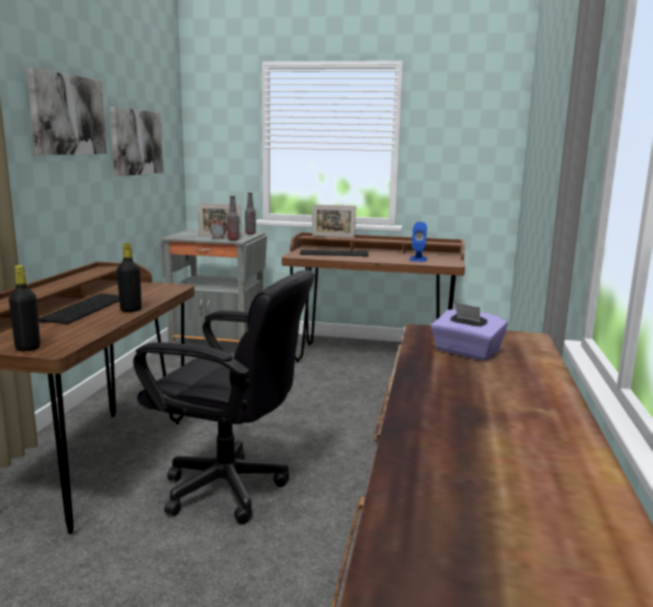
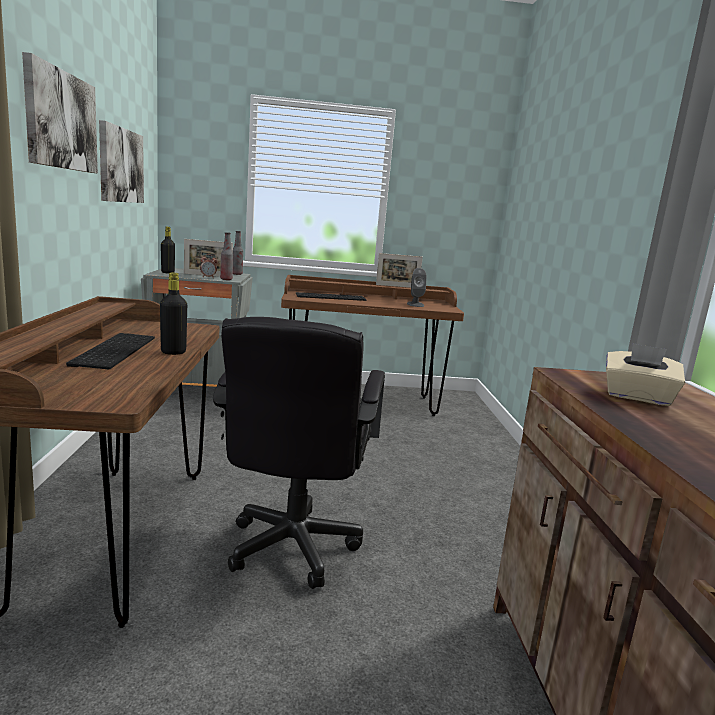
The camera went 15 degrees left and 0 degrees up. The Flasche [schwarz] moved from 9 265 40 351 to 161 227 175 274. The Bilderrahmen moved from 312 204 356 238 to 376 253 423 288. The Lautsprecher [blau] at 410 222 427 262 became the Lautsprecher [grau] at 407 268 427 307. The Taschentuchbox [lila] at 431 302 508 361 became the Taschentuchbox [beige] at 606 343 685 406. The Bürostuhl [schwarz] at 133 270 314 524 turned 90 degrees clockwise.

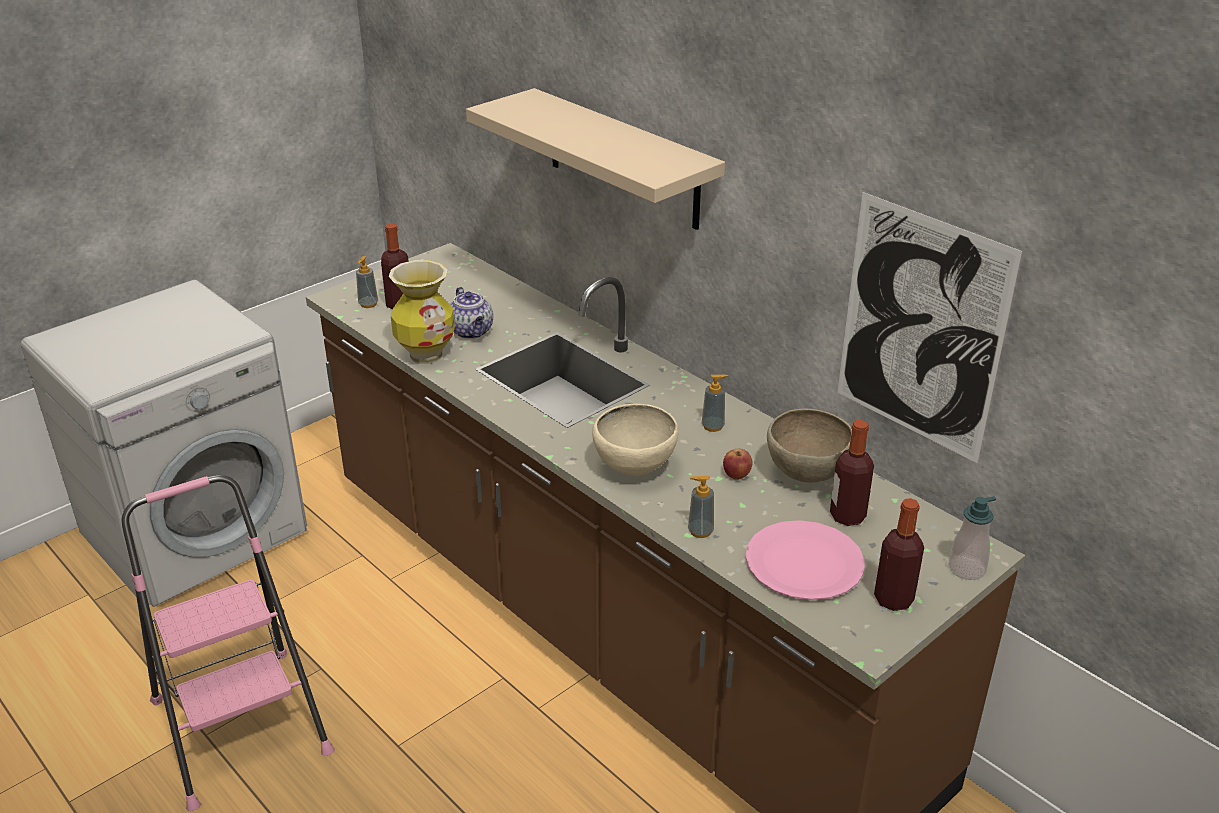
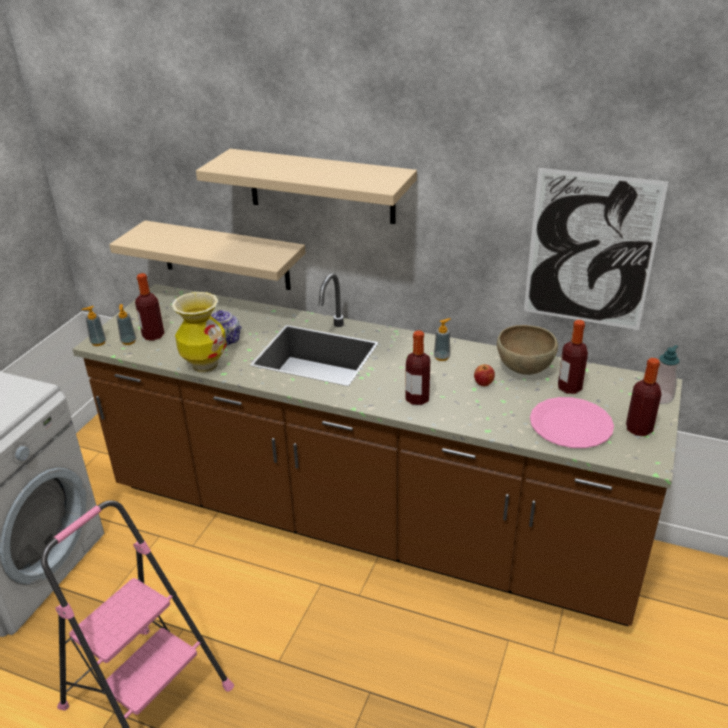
The camera went 25 degrees left and 0 degrees up. The Wandregal [beige] at 109 220 305 290 appeared. The Seifenspender moved from 688 476 714 538 to 81 306 106 346. The Schüssel [beige] at 592 404 679 476 was replaced by the Flasche at 405 330 430 405.

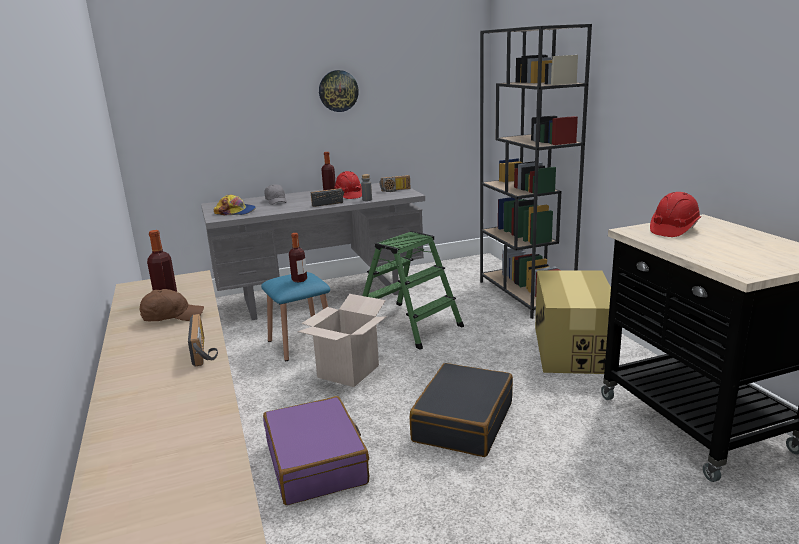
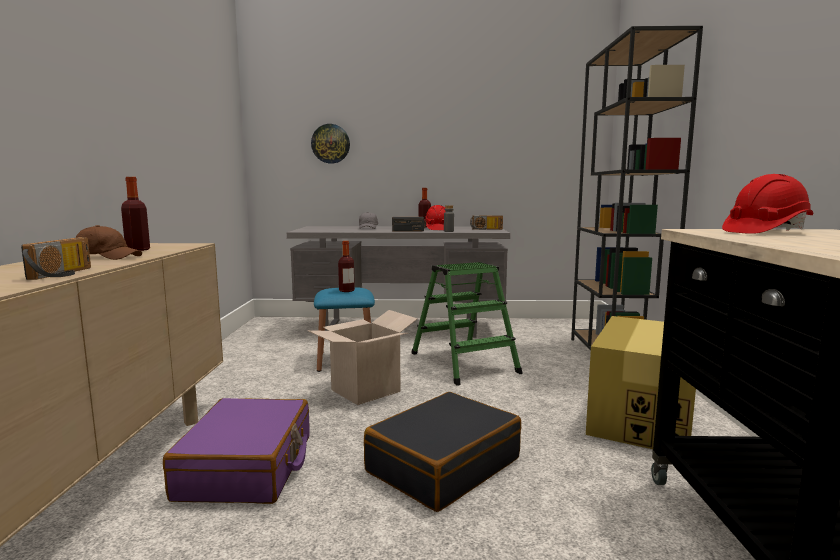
The camera went 20 degrees right and 10 degrees down. The Kappe at 214 194 256 215 disappeared. The Wanduhr moved from 319 70 359 112 to 311 124 350 164.

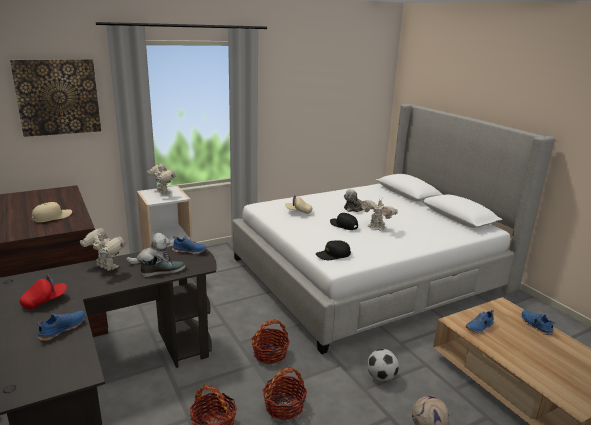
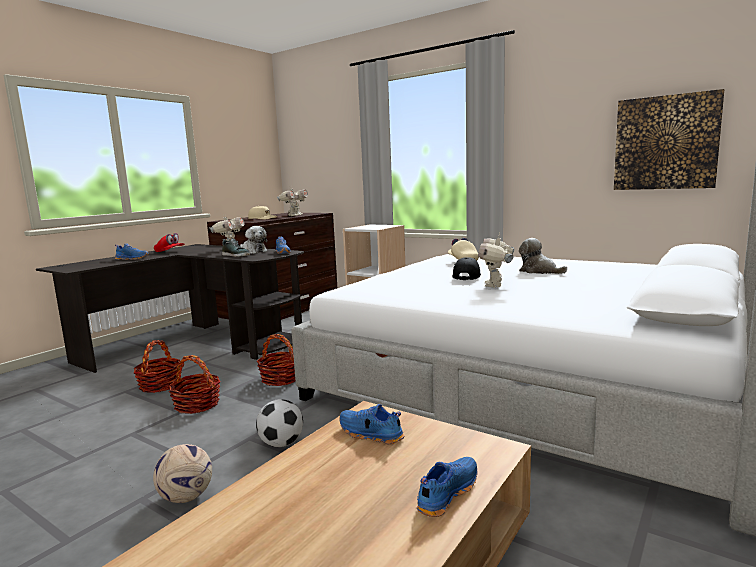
The camera went 65 degrees right and 10 degrees down. The Kappe [schwarz] at 316 240 351 260 disappeared. The Bild moved from 10 59 101 137 to 614 89 724 190. The Spielzeugroboter moved from 147 164 176 195 to 277 188 308 216.

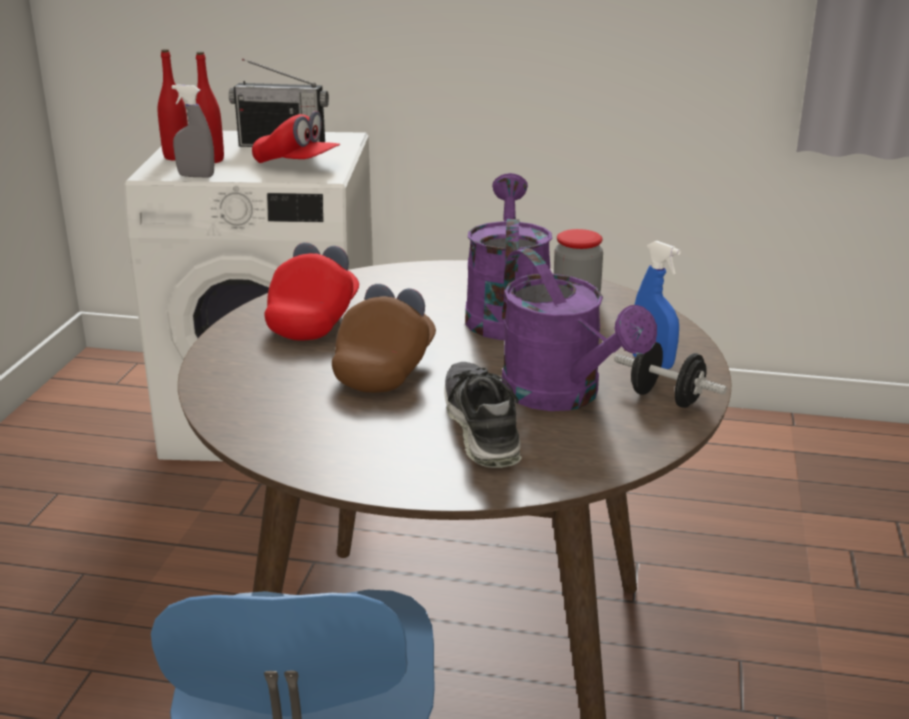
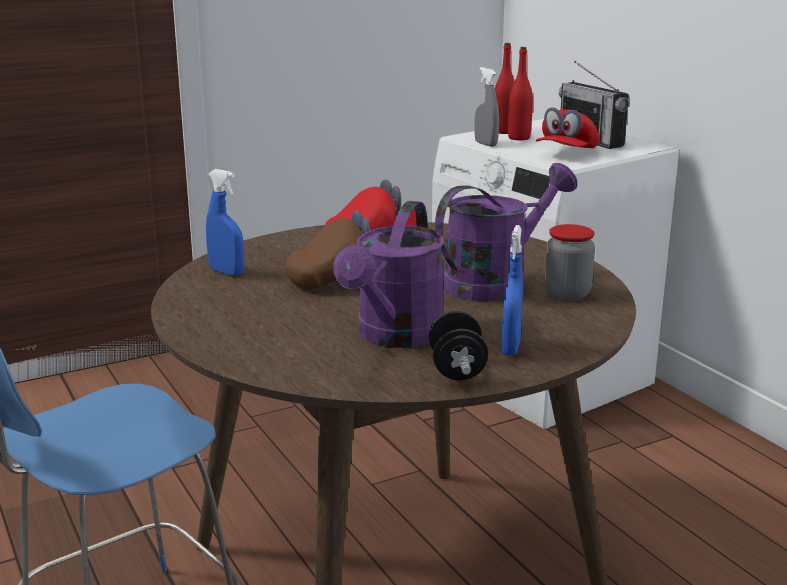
The camera went 50 degrees right and 5 degrees down. The Schuh at 444 362 522 468 disappeared. The Sprühflasche [blau] at 206 169 244 276 appeared. The Kappe [rot] at 252 111 340 163 turned 45 degrees clockwise.

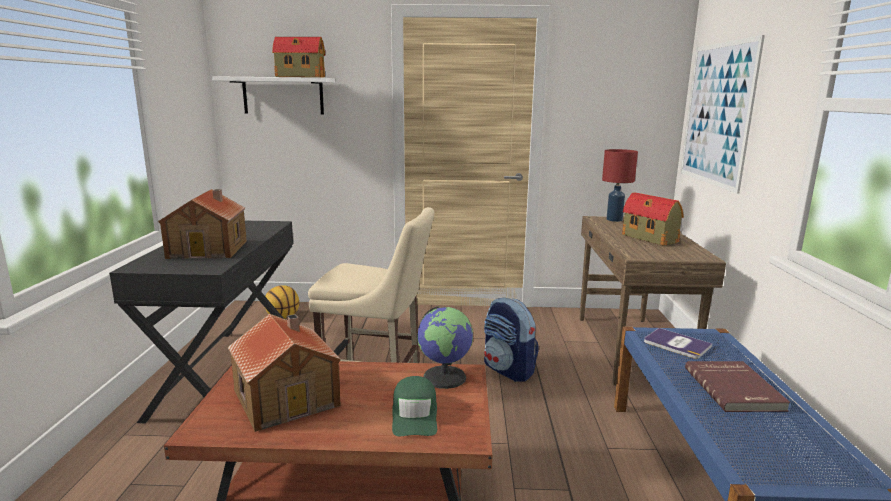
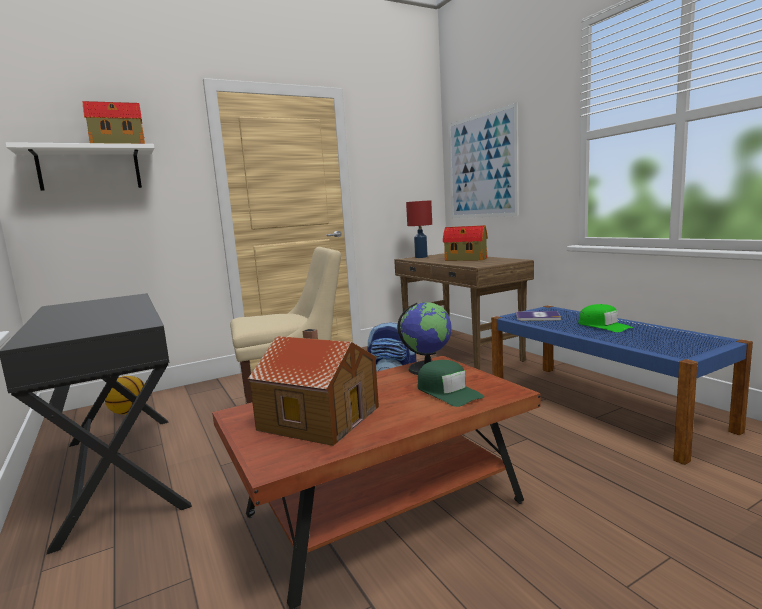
The camera went 30 degrees left and 5 degrees down. The Spielzeughaus at 158 189 247 259 disappeared. The Buch [rot] at 685 361 790 412 was replaced by the Kappe [grün] at 578 304 633 332.

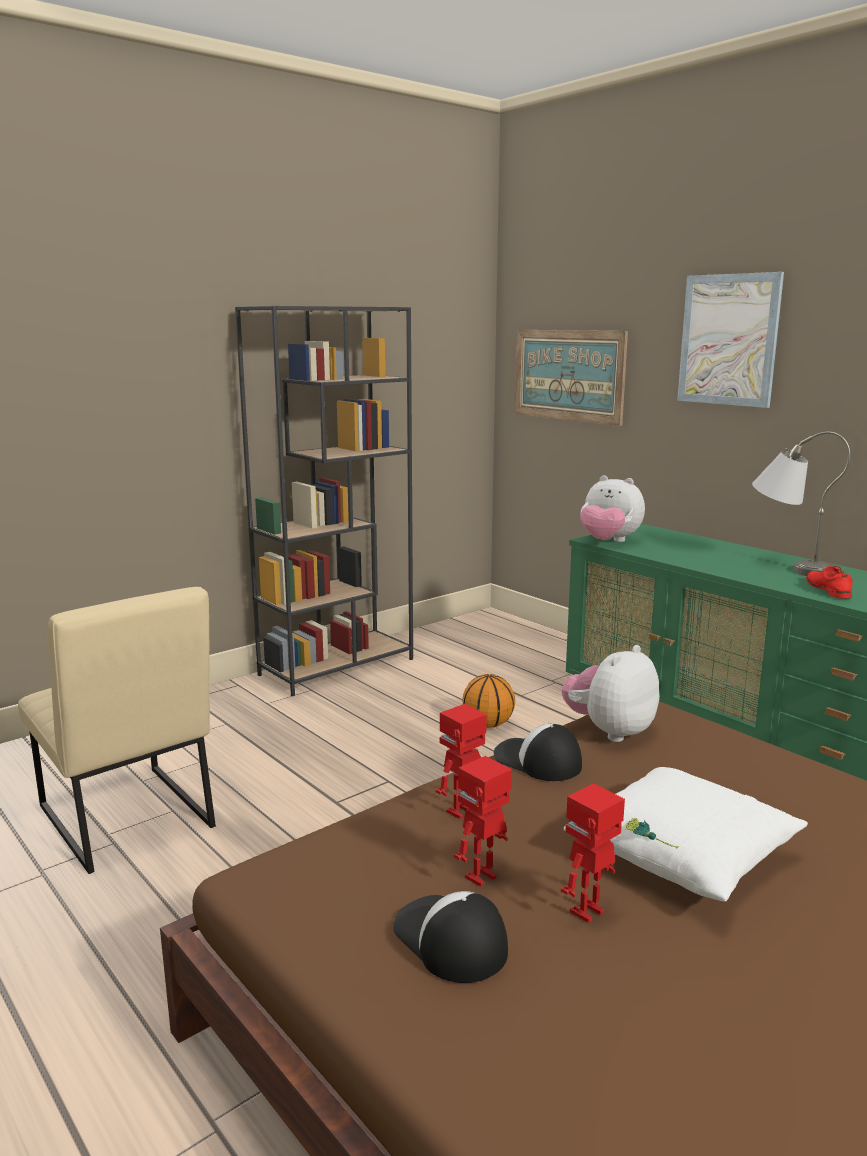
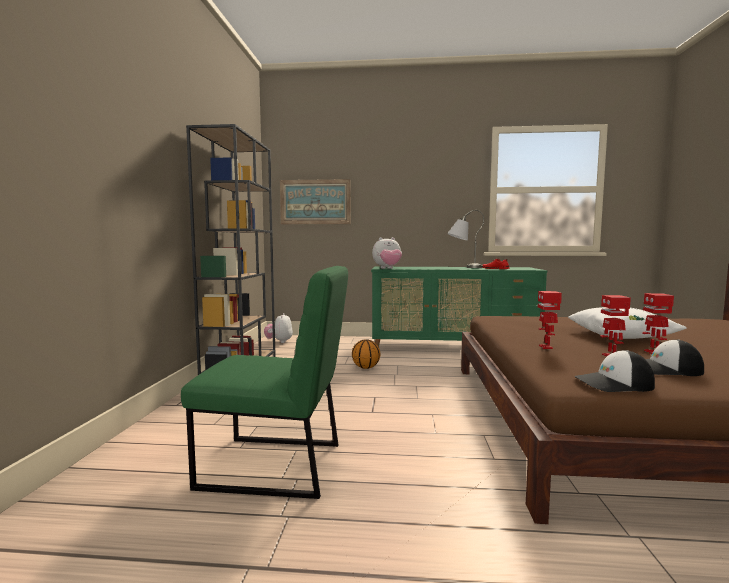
The camera went 45 degrees left and 10 degrees down. The Bild at 677 272 784 408 disappeared. The Kappe moved from 494 724 582 781 to 575 350 655 392. The Plüschtier moved from 562 645 659 742 to 264 313 293 343. The Stuhl [beige] at 18 587 216 874 became the Stuhl [grün] at 181 266 348 499.

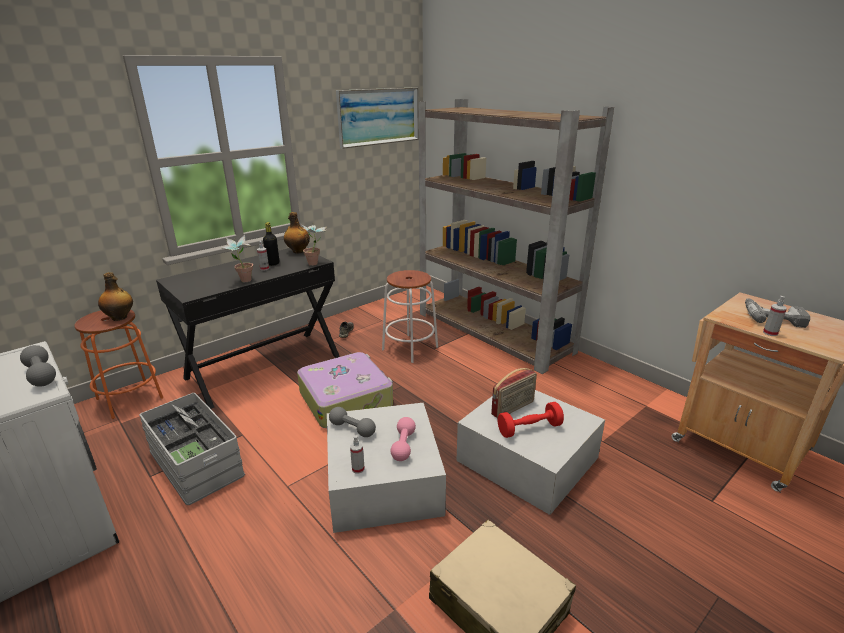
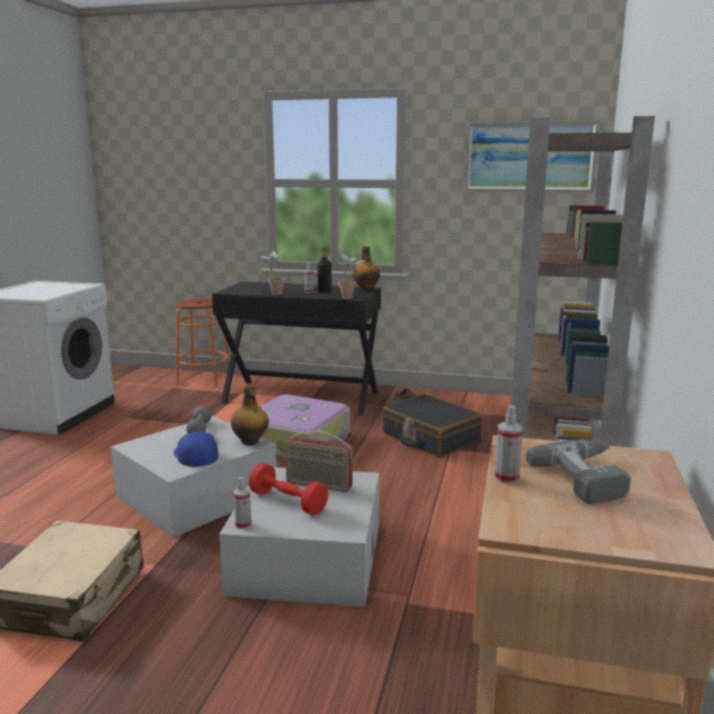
The camera went 55 degrees right and 10 degrees down. The Hantel [grau] at 20 345 56 387 disappeared. The Aufbewahrungsbox [grau] at 139 393 245 505 disappeared. The Flasche moved from 98 272 133 321 to 231 384 269 445. The Sprühflasche moved from 350 435 365 474 to 233 477 252 529. The Hocker [weiß] at 382 270 438 363 was replaced by the Koffer [schwarz] at 382 394 483 458. The Hantel [rosa] at 391 417 416 461 was replaced by the Kappe [blau] at 174 432 219 467.

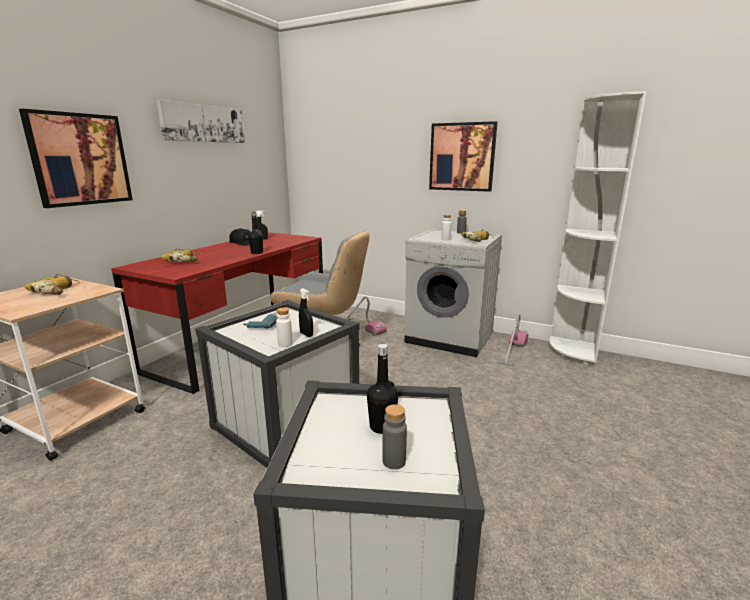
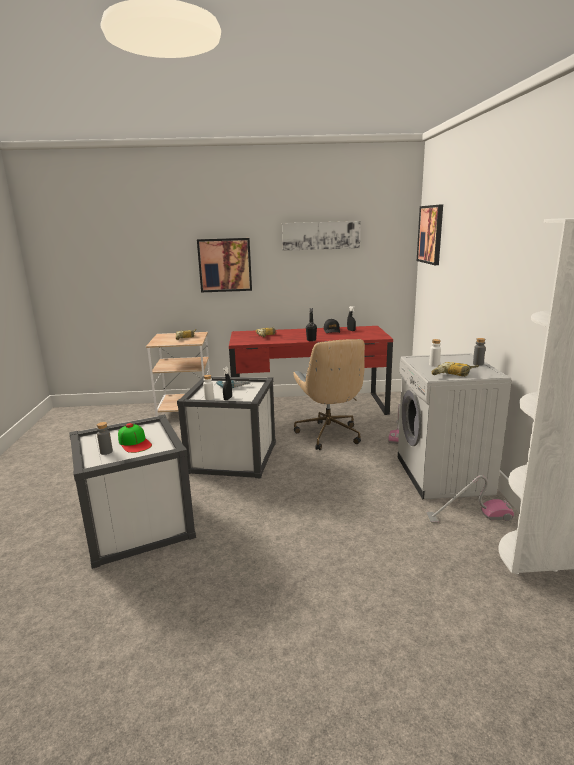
The camera went 60 degrees right and 0 degrees up. The Bild moved from 429 121 497 192 to 417 204 443 265. The Flasche [schwarz] at 367 344 398 434 was replaced by the Kappe at 118 423 152 453.

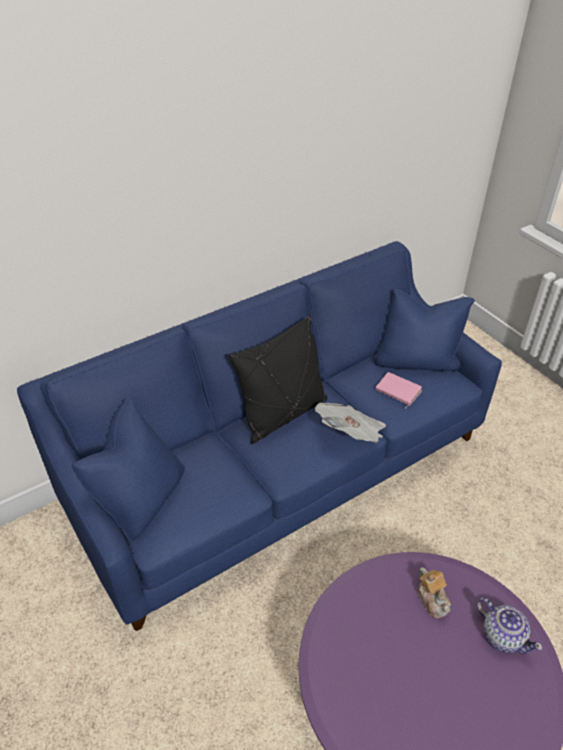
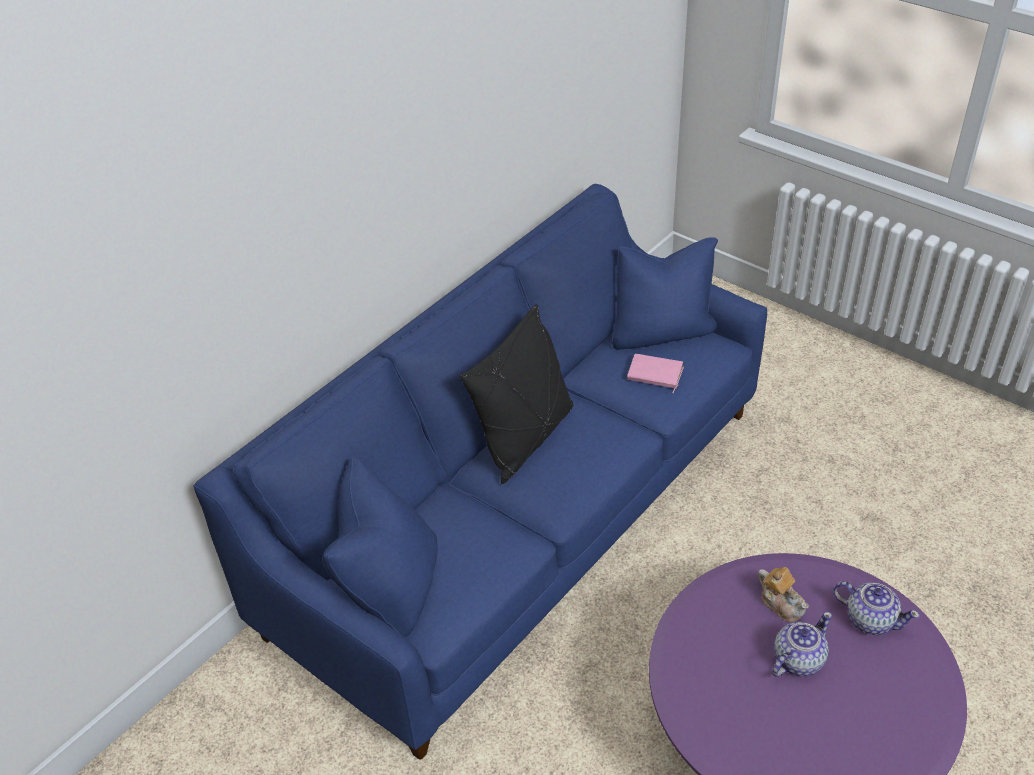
The camera went 15 degrees left and 0 degrees up. The Zeitung at 315 403 386 443 disappeared. The Teekanne at 772 612 832 677 appeared.

